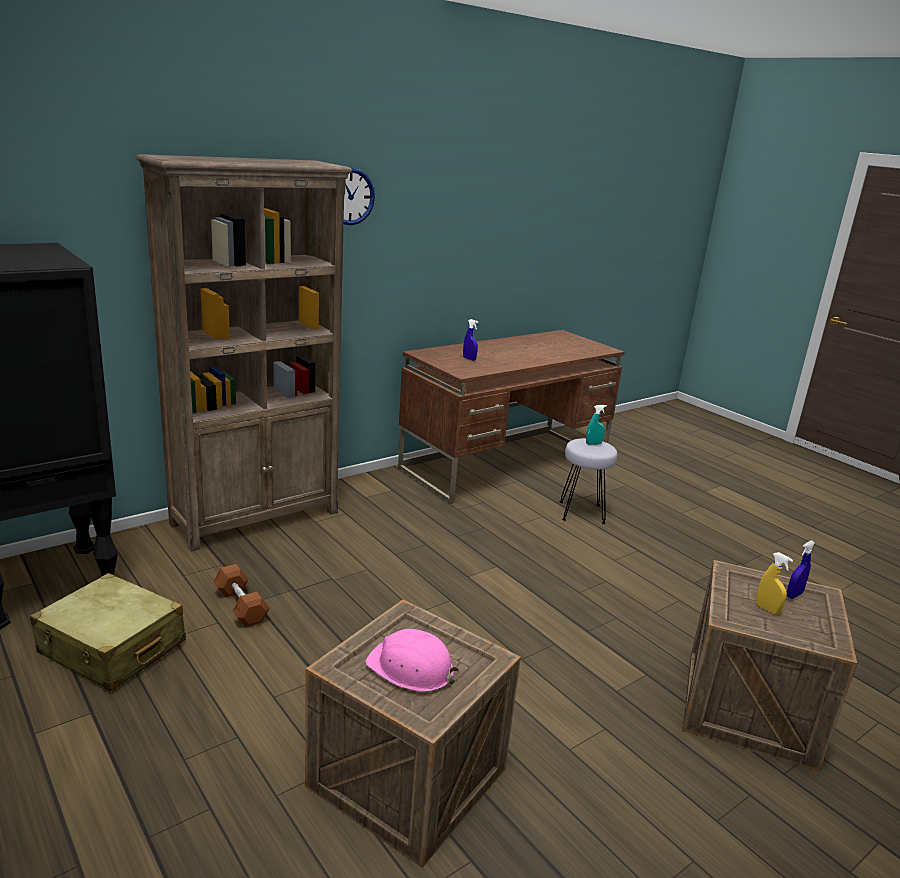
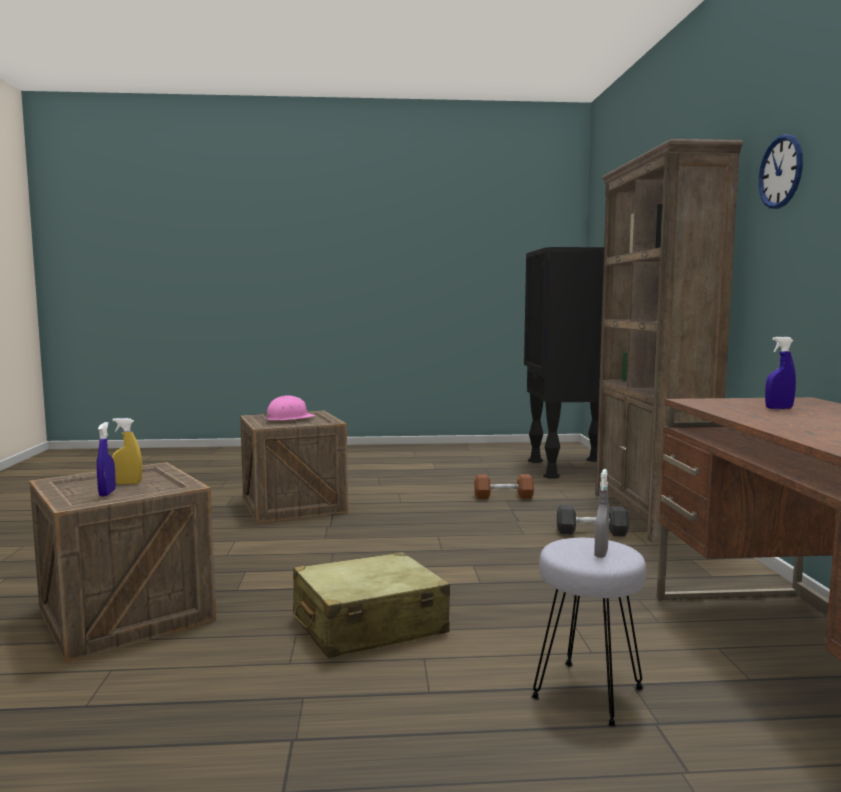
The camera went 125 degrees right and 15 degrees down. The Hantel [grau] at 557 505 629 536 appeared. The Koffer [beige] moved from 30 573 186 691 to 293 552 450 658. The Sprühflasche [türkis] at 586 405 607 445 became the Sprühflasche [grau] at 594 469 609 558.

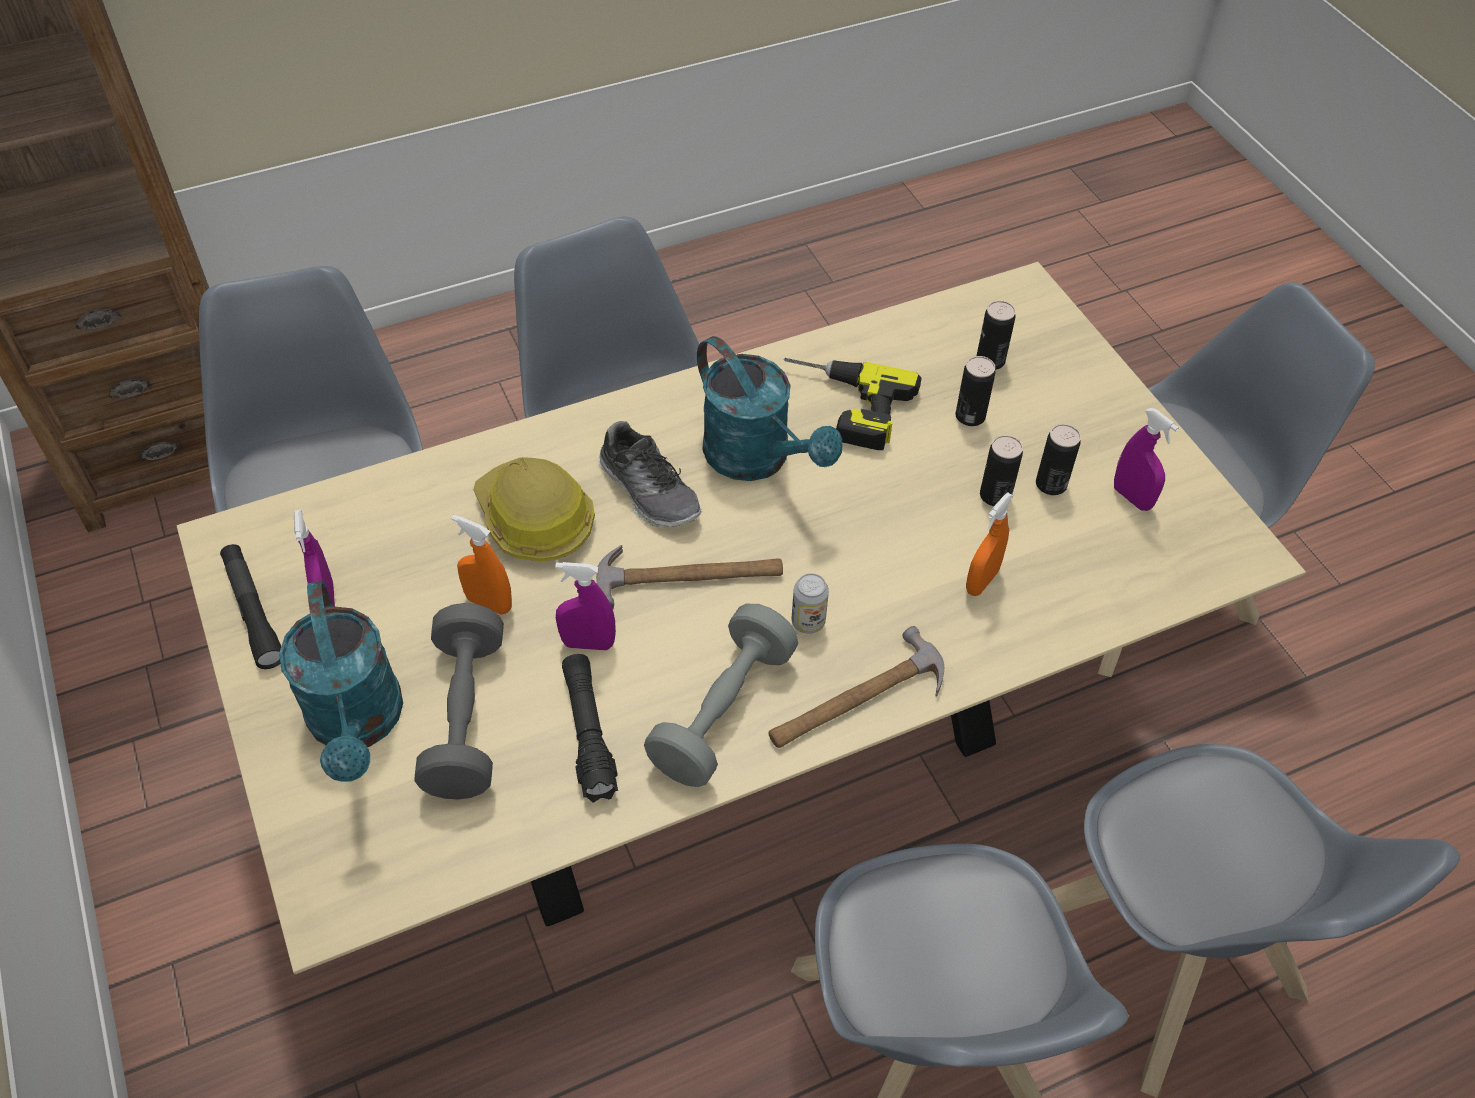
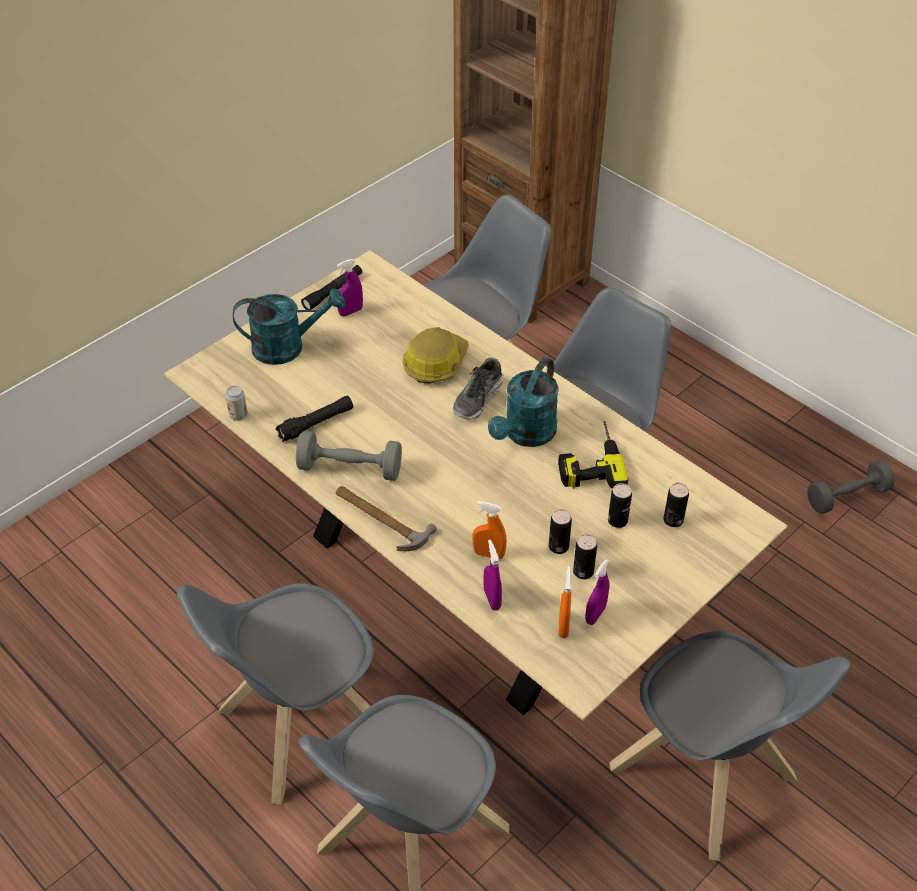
The camera went 70 degrees right and 5 degrees down. The Hammer at 596 545 783 609 disappeared. The Hantel [grau] moved from 414 603 504 800 to 807 460 894 514. The Sprühflasche [orange] moved from 452 515 512 615 to 558 566 572 638. The Sprühflasche [lila] moved from 555 562 616 650 to 483 540 502 610. The Dose moved from 792 573 829 634 to 225 386 248 421. The Gießkanne [türkis] at 279 580 403 782 turned 150 degrees counterclockwise.

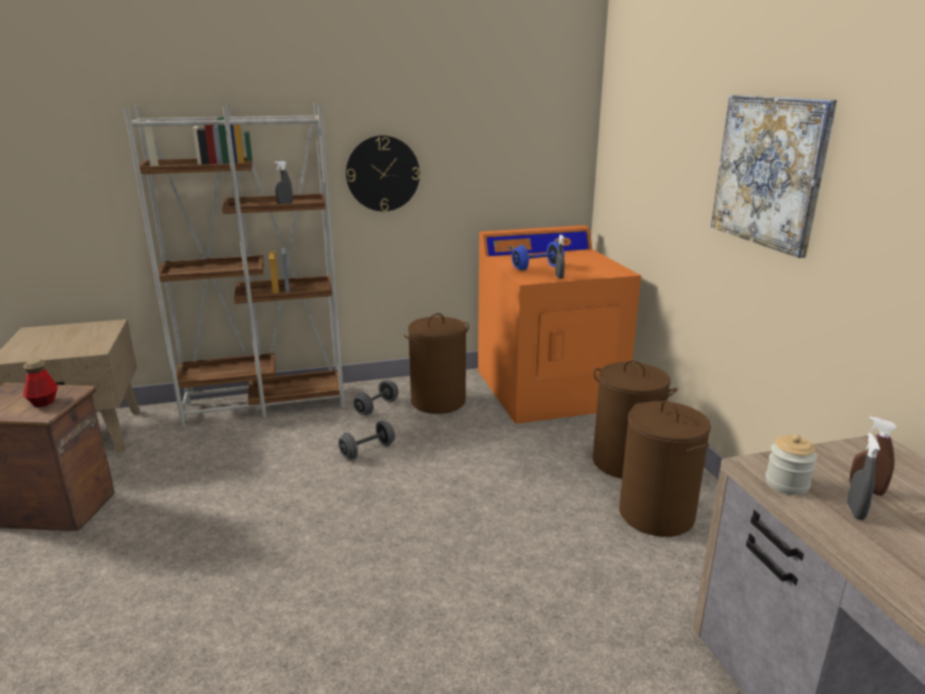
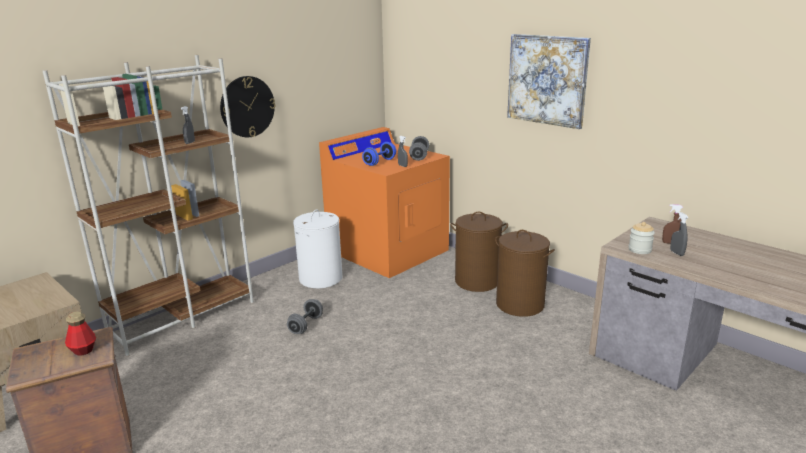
The camera went 30 degrees left and 0 degrees up. The Hantel [grau] moved from 353 380 399 415 to 409 136 429 161. The Wäschekorb [braun] at 404 313 469 414 became the Wäschekorb [weiß] at 293 210 342 288.

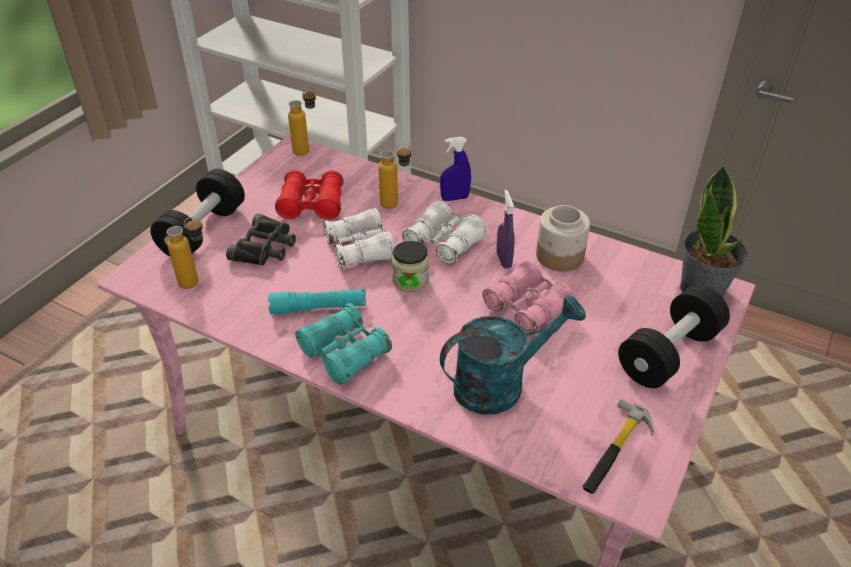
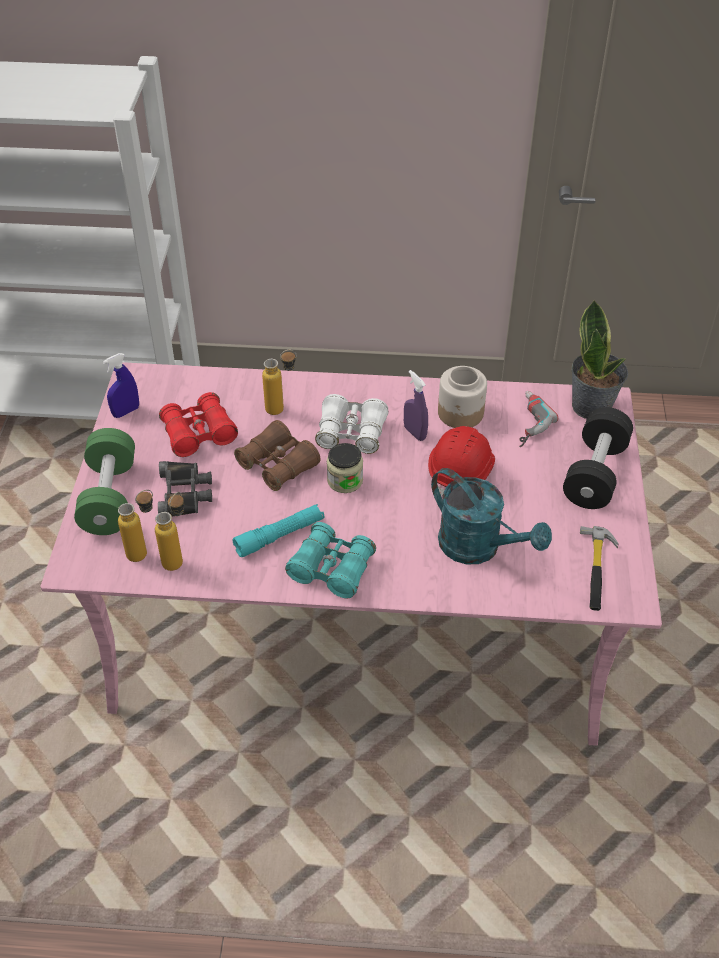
The camera went 25 degrees left and 5 degrees up. The Bohrmaschine at 519 391 558 447 appeared. The Flasche moved from 288 87 316 156 to 155 492 184 571. The Sprühflasche [blau] moved from 440 137 471 201 to 103 353 139 418. The Fernglas [rosa] at 483 261 576 335 was replaced by the Schutzhelm [rot] at 428 426 495 496. The Hantel [schwarz] at 150 169 245 256 became the Hantel [grün] at 74 428 135 535. The Fernglas [weiß] at 323 208 395 269 became the Fernglas [braun] at 234 420 320 491. The Gießkanne [türkis] at 440 295 586 414 turned 90 degrees clockwise.

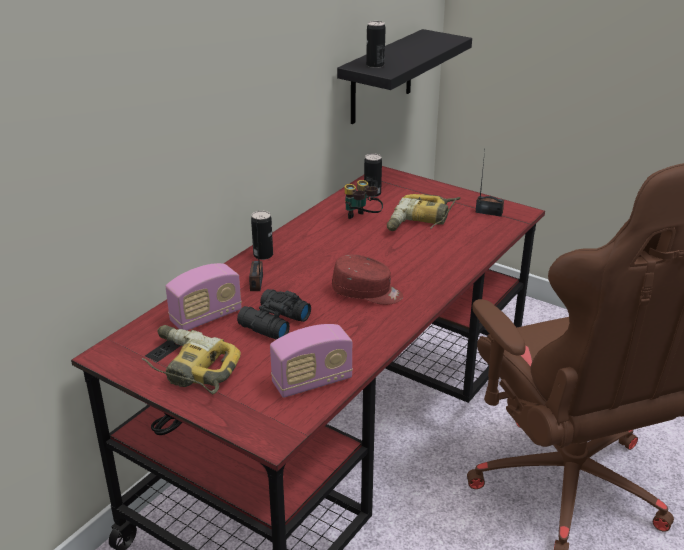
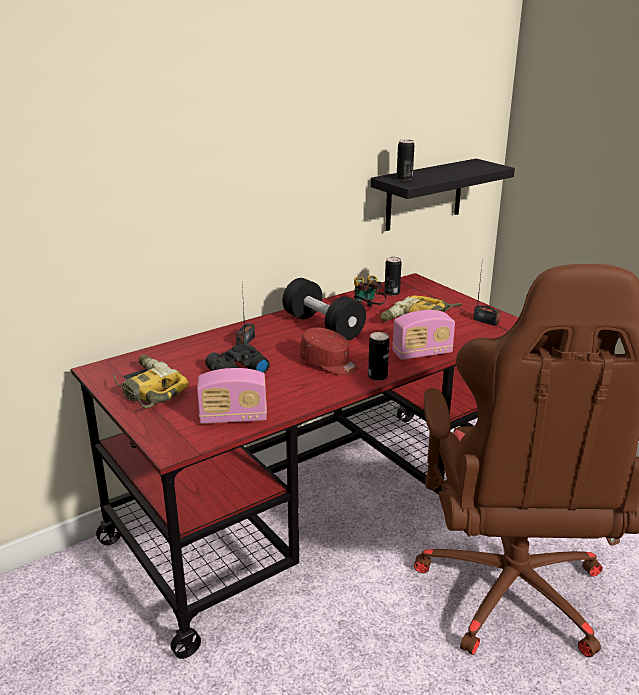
The camera went 20 degrees right and 5 degrees down. The Hantel [schwarz] at 282 278 366 341 appeared. The Radio moved from 165 263 242 331 to 392 310 455 360. The Dose moved from 251 211 273 260 to 368 332 389 381.

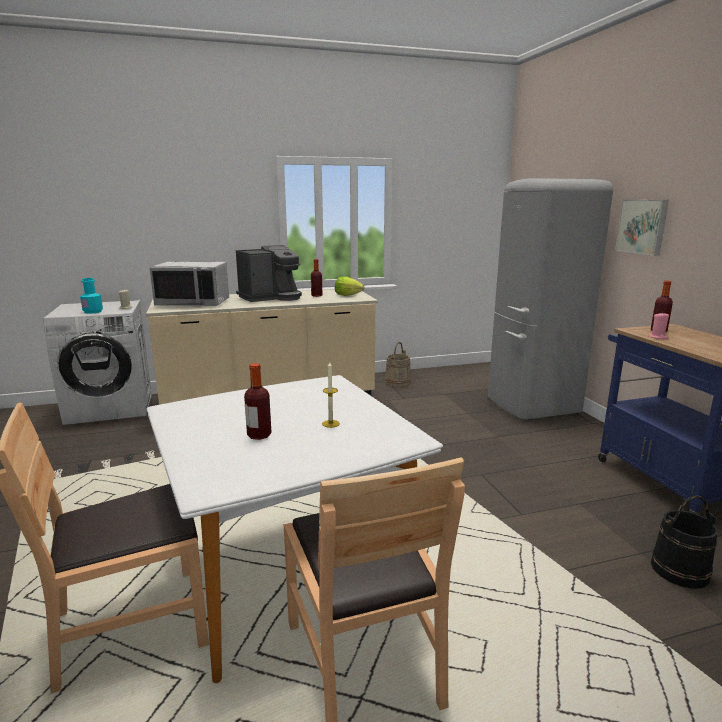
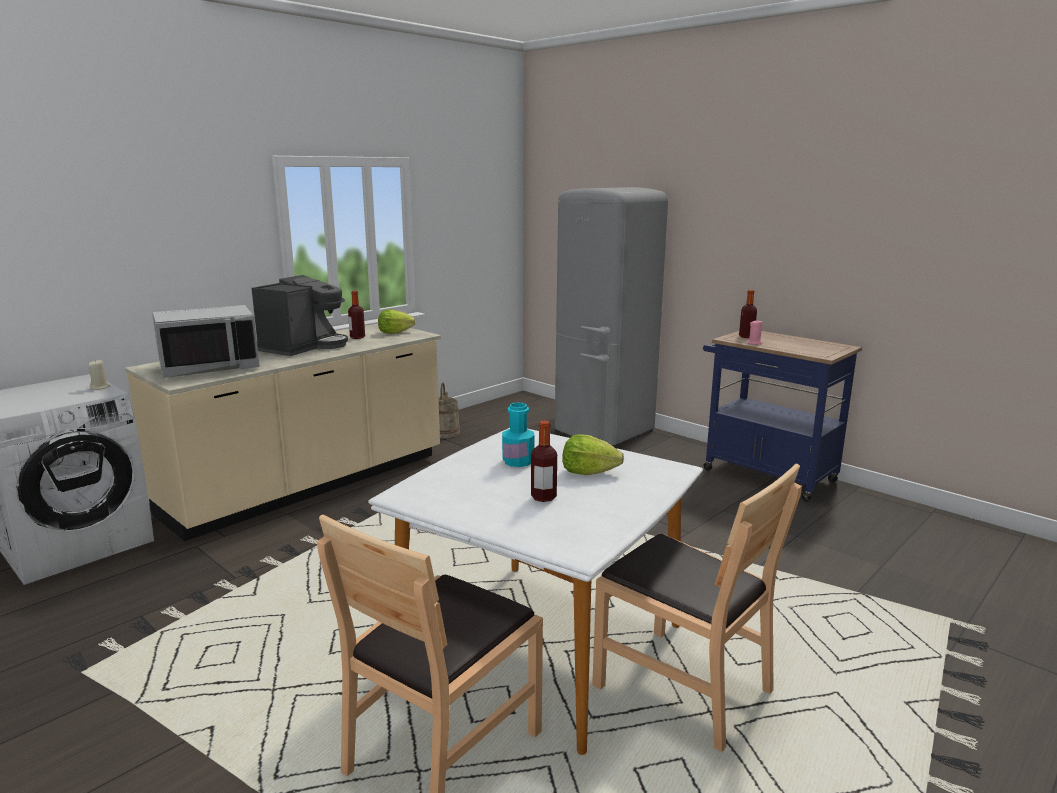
The camera went 30 degrees left and 0 degrees up. The Bild at 615 200 669 256 disappeared. The Eimer [schwarz] at 651 495 718 589 disappeared. The Flasche [türkis] moved from 80 278 103 314 to 502 403 535 467. The Kerze at 322 362 340 428 was replaced by the Salatkopf at 562 434 624 475.

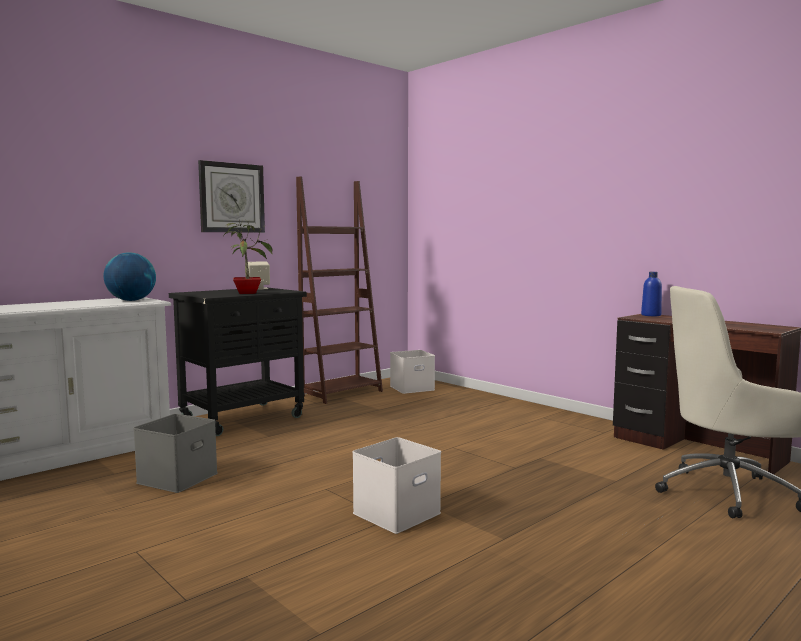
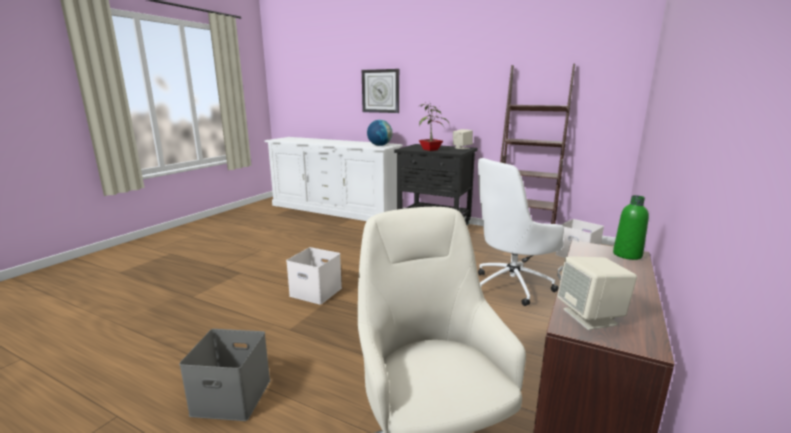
The camera went 70 degrees right and 10 degrees up. The Bürostuhl [weiß] at 478 158 564 306 appeared. The Lautsprecher [beige] at 557 256 637 330 appeared. The Aufbewahrungsbox [grau] moved from 133 414 218 493 to 179 329 270 421. The Wanduhr moved from 198 160 265 233 to 362 69 399 113. The Flasche [blau] at 641 272 662 316 became the Flasche [grün] at 613 195 649 260.

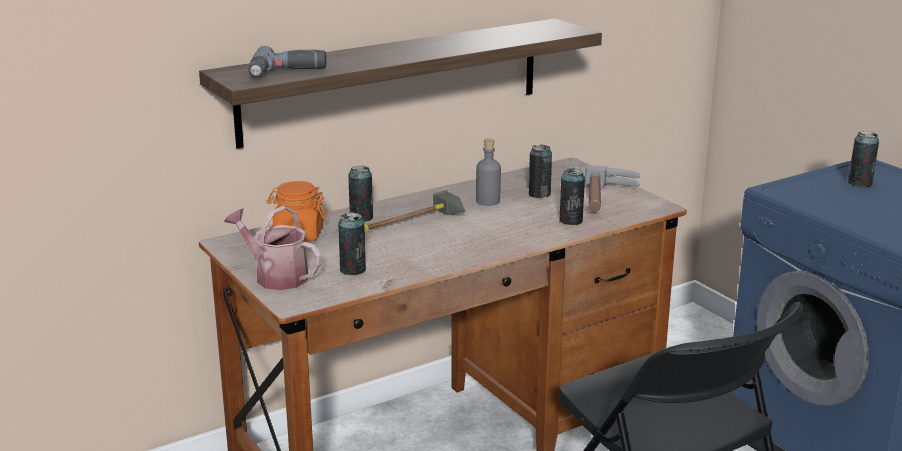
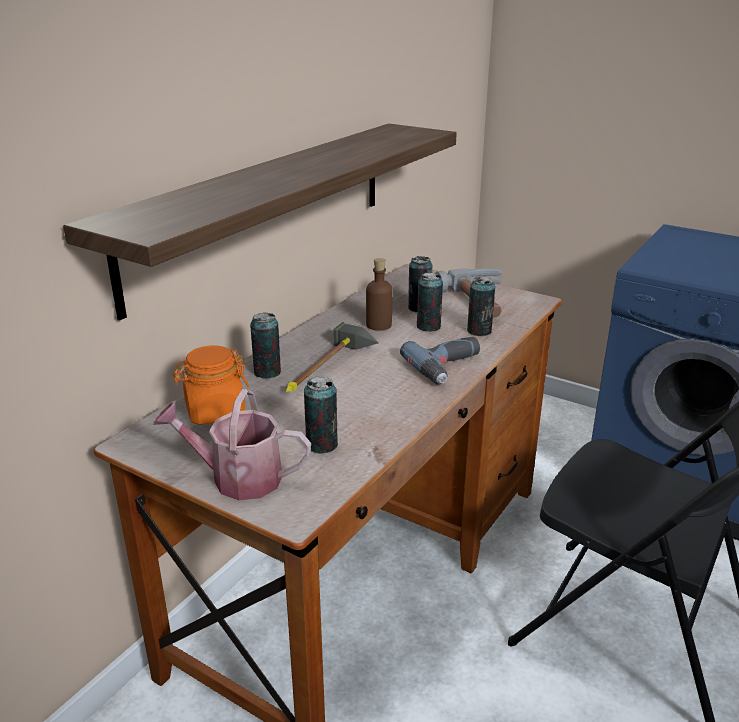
The camera went 25 degrees left and 5 degrees up. The Bohrmaschine moved from 249 46 326 78 to 400 337 480 385. The Dose moved from 848 131 879 187 to 417 273 443 332. The Flasche [grau] at 476 138 501 206 became the Flasche [braun] at 366 258 393 331.

